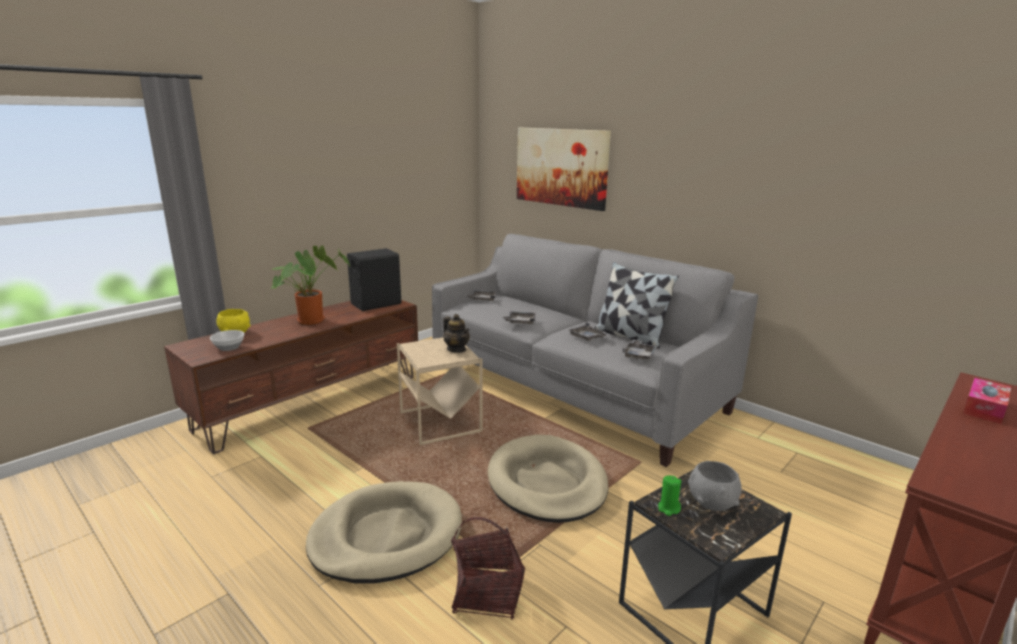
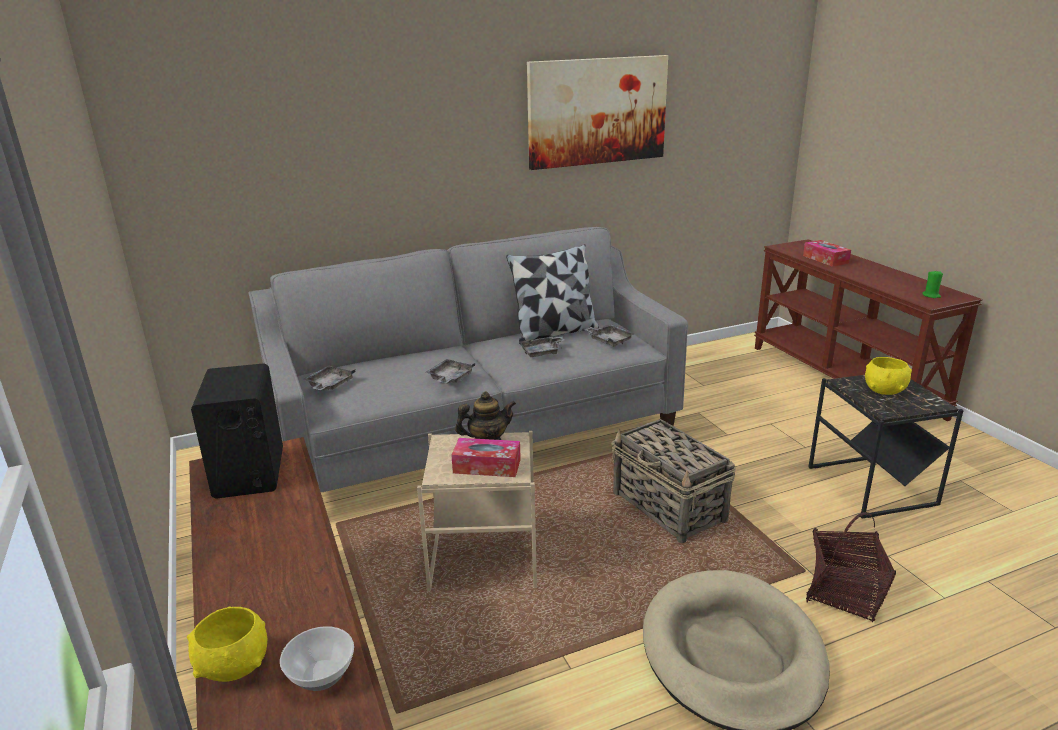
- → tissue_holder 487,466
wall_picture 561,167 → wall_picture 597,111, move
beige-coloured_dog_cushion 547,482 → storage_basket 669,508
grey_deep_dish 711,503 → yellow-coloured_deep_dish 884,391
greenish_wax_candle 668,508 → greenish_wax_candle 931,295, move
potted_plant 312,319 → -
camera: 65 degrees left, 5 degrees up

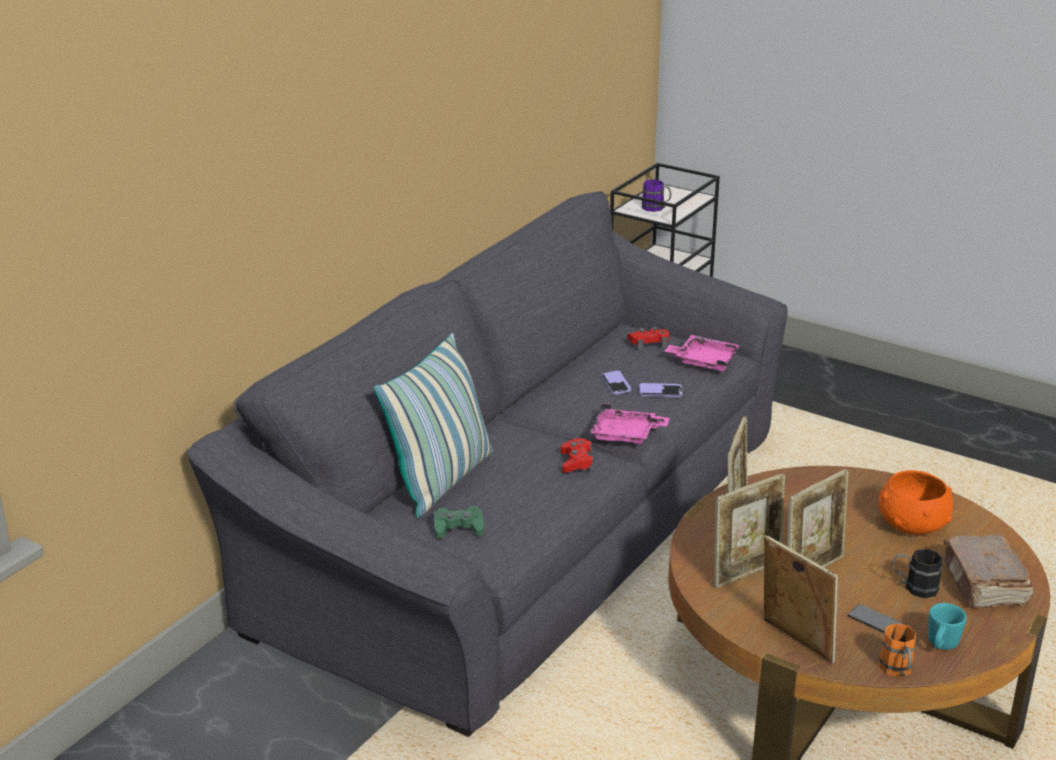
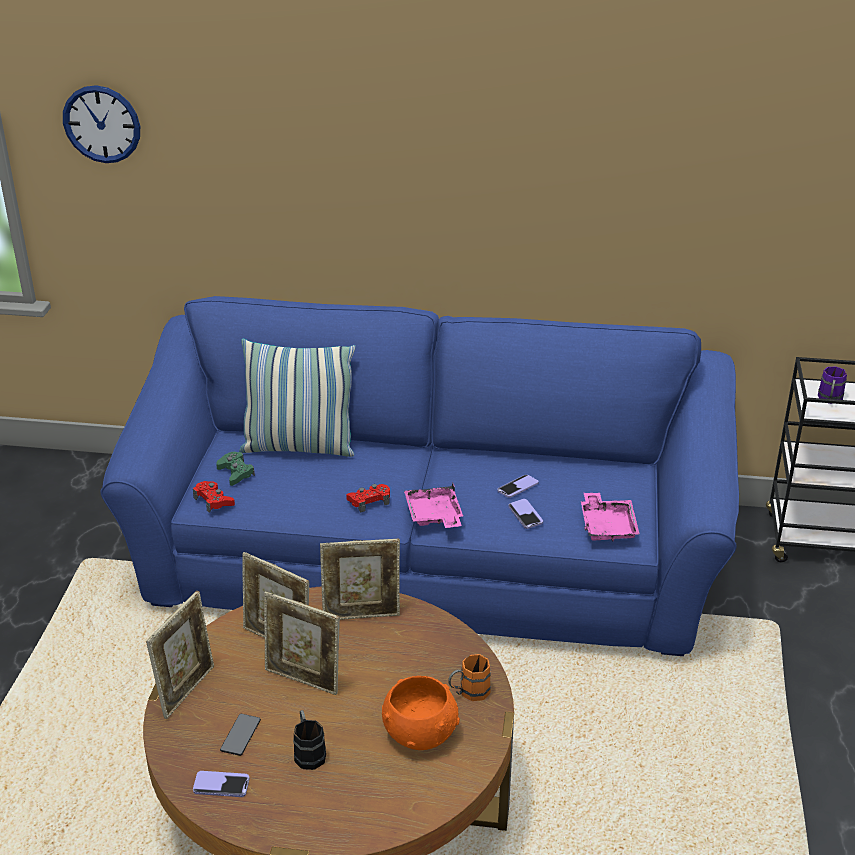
- → wall_clock 102,124
grey_sofa 526,531 → blue_sofa 428,556
red_joypad 648,343 → red_joypad 213,501, move
blue-green_tea_mug 941,646 → telephone 221,785
orange_tea_mug 898,671 → orange_tea_mug 468,693, move
brown_bound_book 983,585 → -
camera: 65 degrees right, 5 degrees up

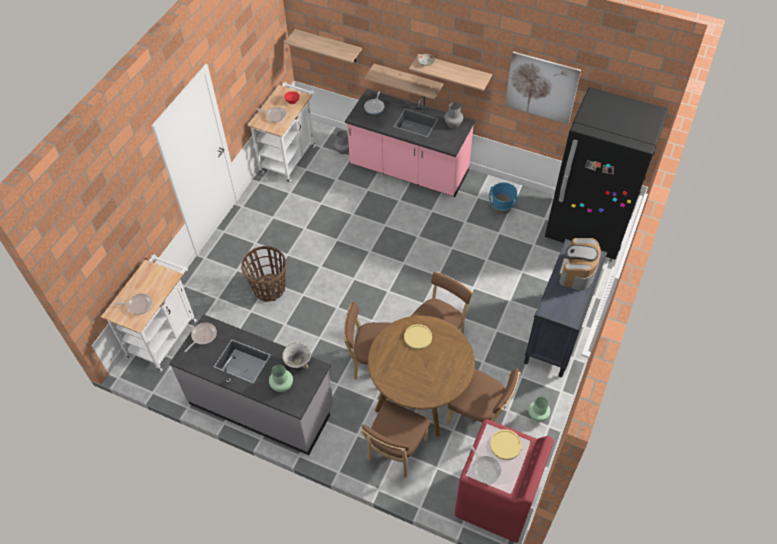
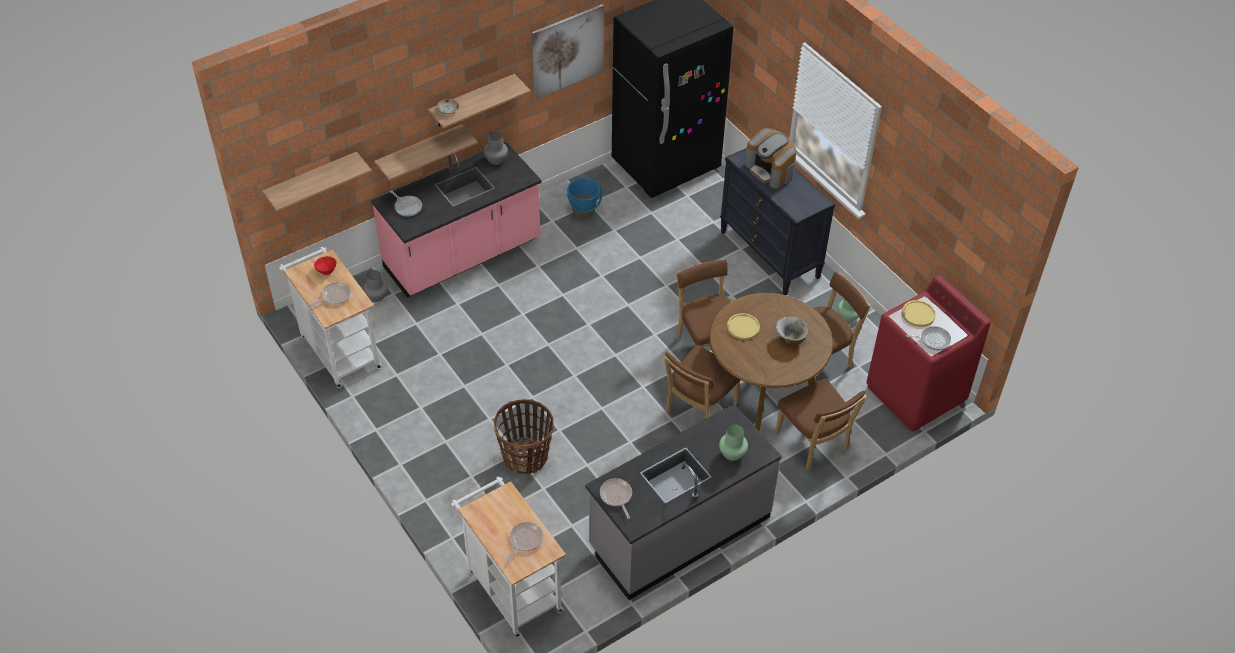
deep_dish 298,362 → deep_dish 790,338, move
camera: 60 degrees left, 5 degrees down

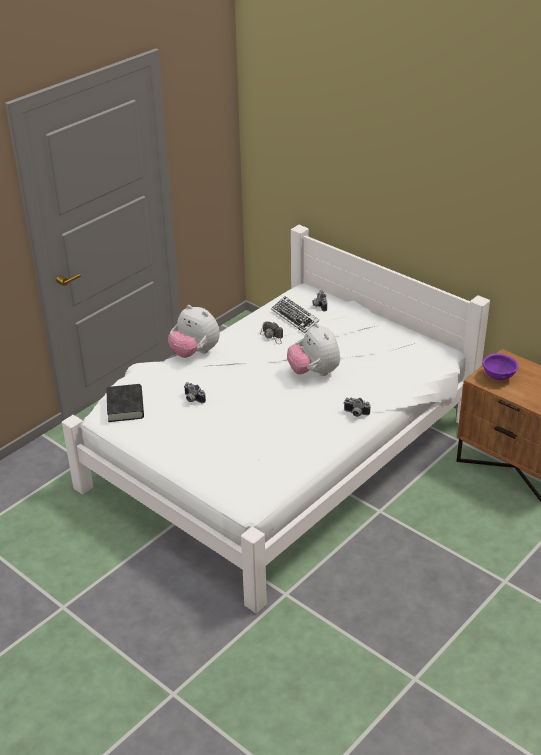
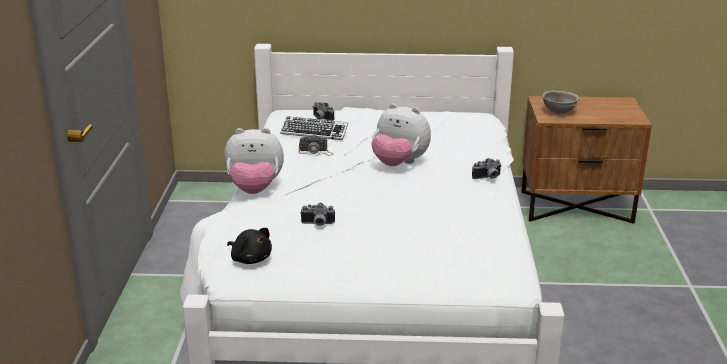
black-coloured_bound_book 125,406 → black-coloured_plush_toy 250,259
purple_deep_dish 499,377 → grey_deep_dish 559,112
camera: 40 degrees left, 10 degrees down

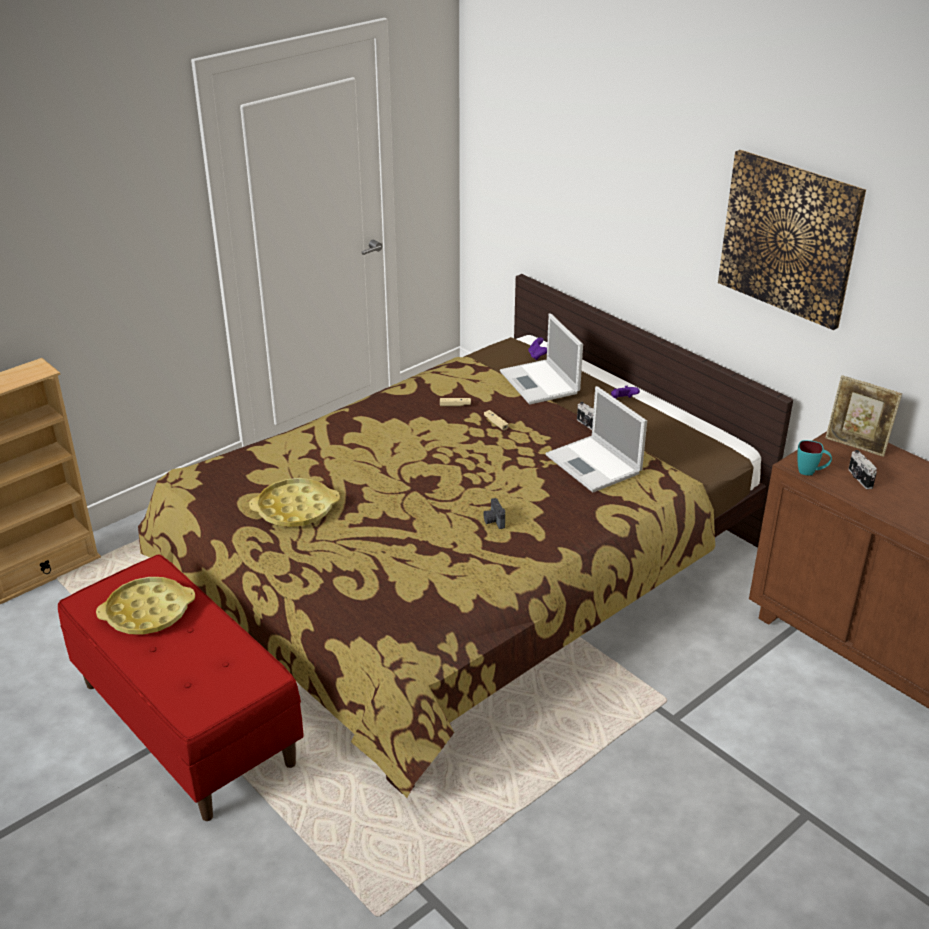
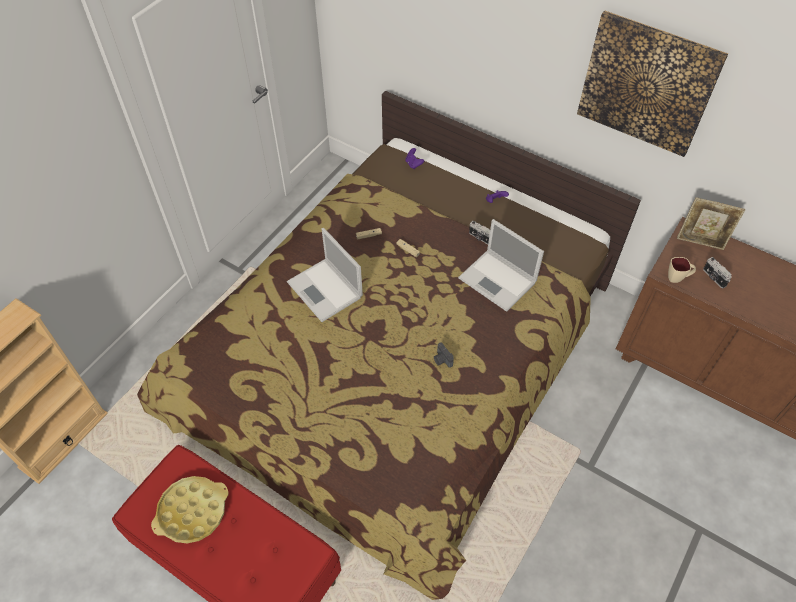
portable_computer 540,383 → portable_computer 325,290, move
blue-green_tea_mug 811,472 → beige-coloured_tea_mug 677,278
yellow-coloured_tray 295,509 → -
camera: 15 degrees left, 20 degrees up

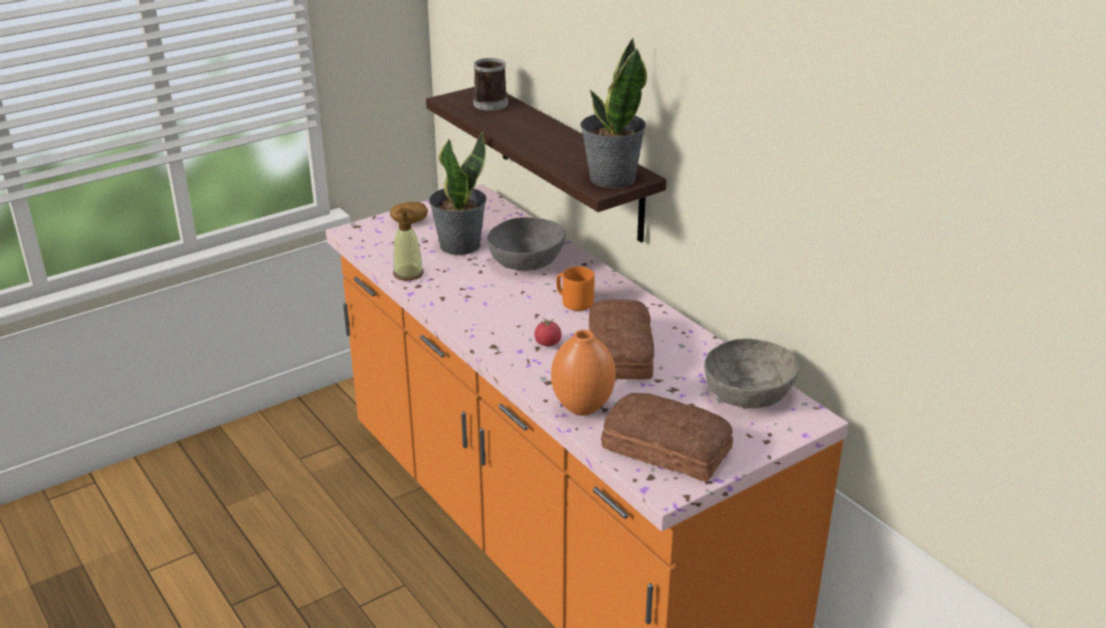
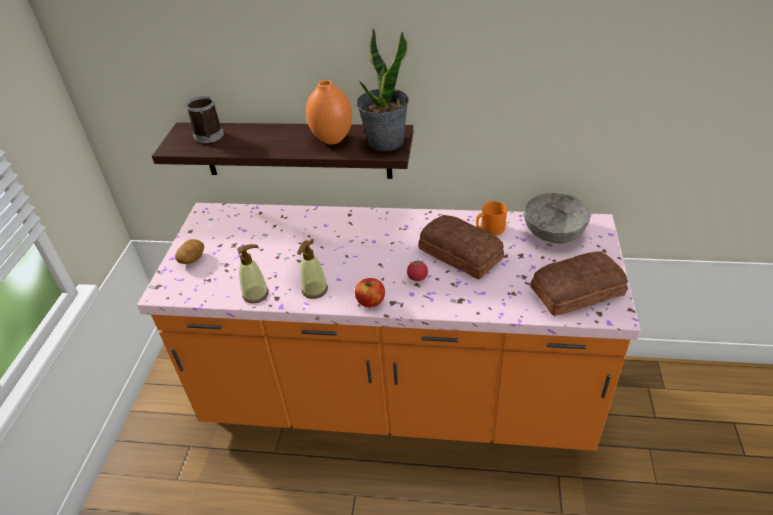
- → liquid_soap_bottle 314,290
orange_flower_vase 583,408 → orange_flower_vase 333,139, move
- → apple 370,301
orange_tea_mug 574,302 → orange_tea_mug 489,229, move
potted_plant 459,245 → -
grey_deep_dish 526,262 → -
camera: 45 degrees left, 10 degrees up

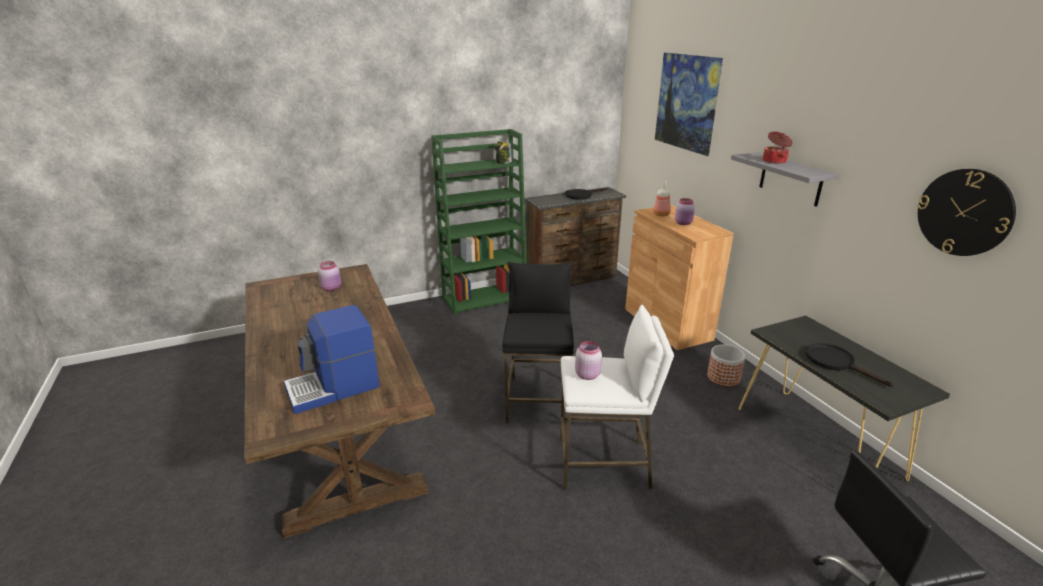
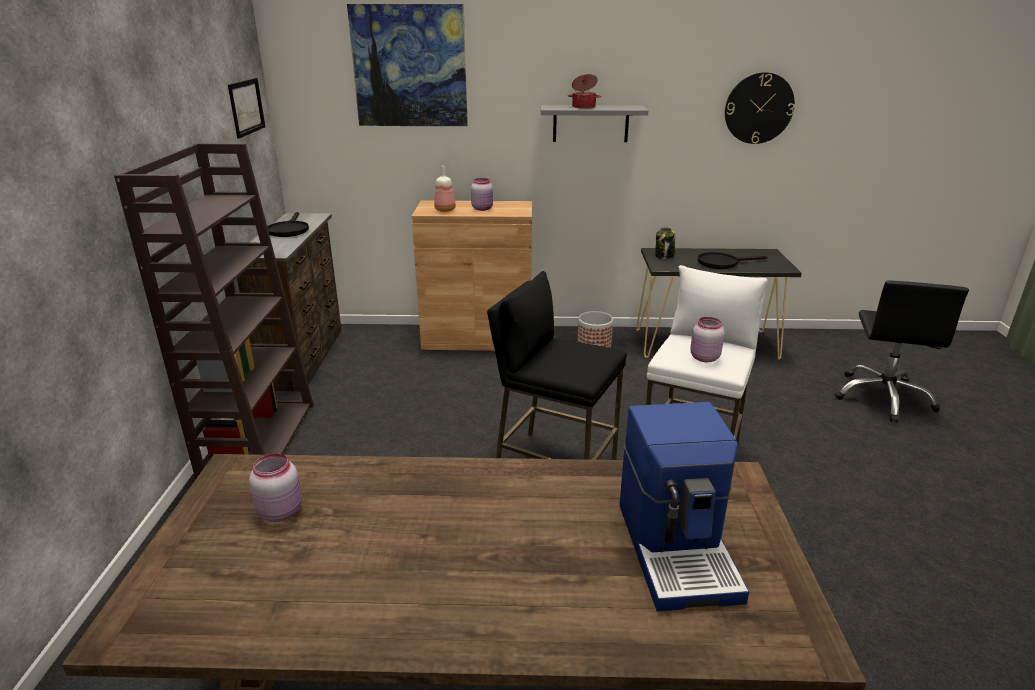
greenish_bookshelf 485,298 → brown_bookshelf 258,438
- → wall_picture 246,107
storage_jar 503,163 → storage_jar 664,256, move
camera: 65 degrees left, 0 degrees up

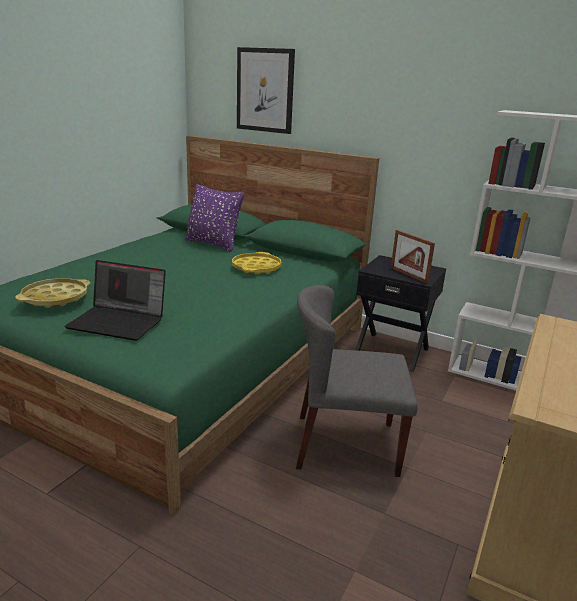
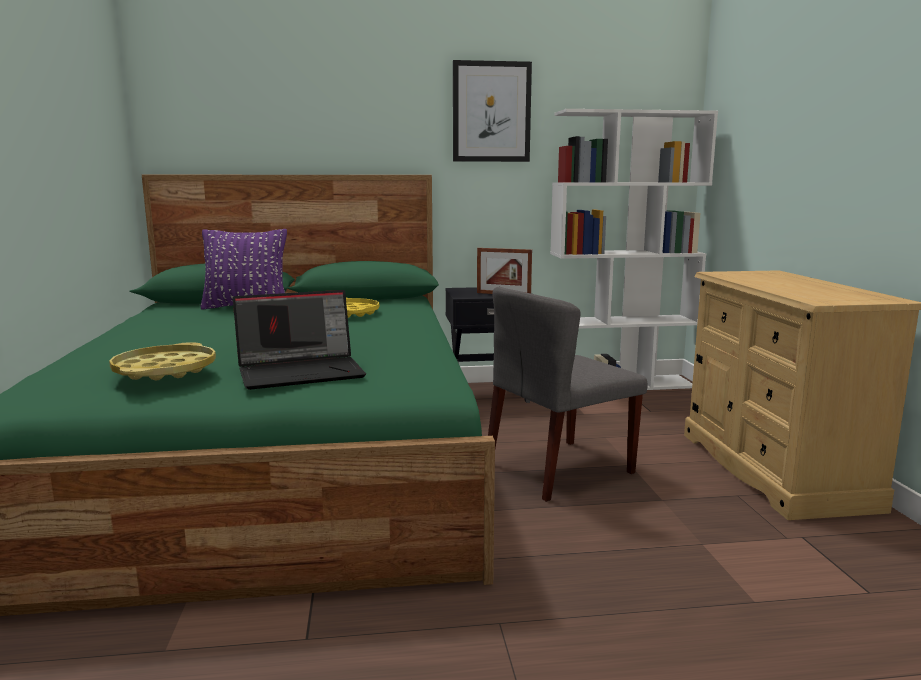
wall_picture 265,90 → wall_picture 491,112, move
camera: 35 degrees left, 10 degrees down

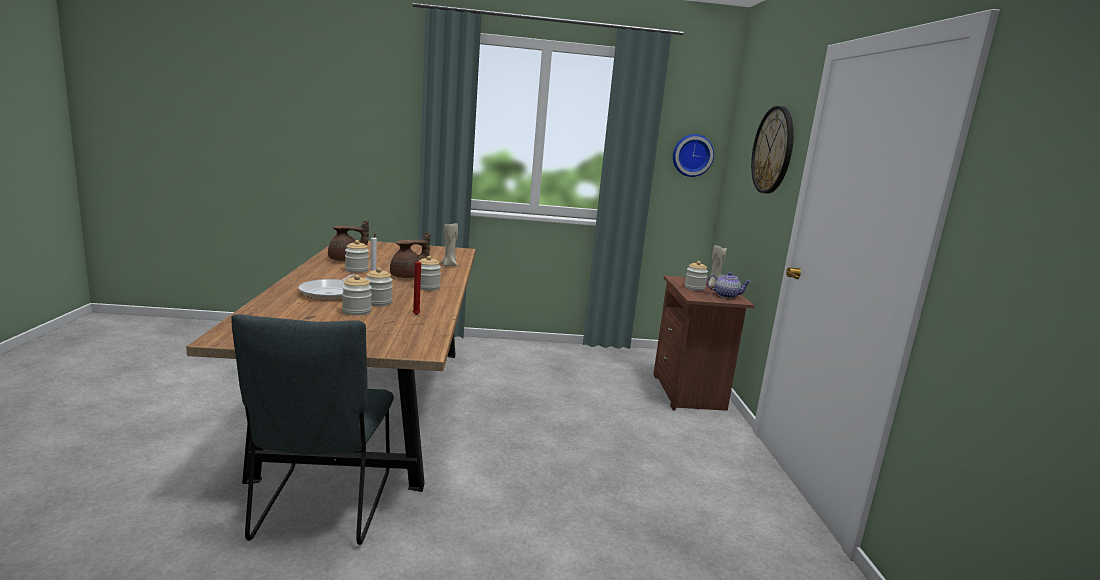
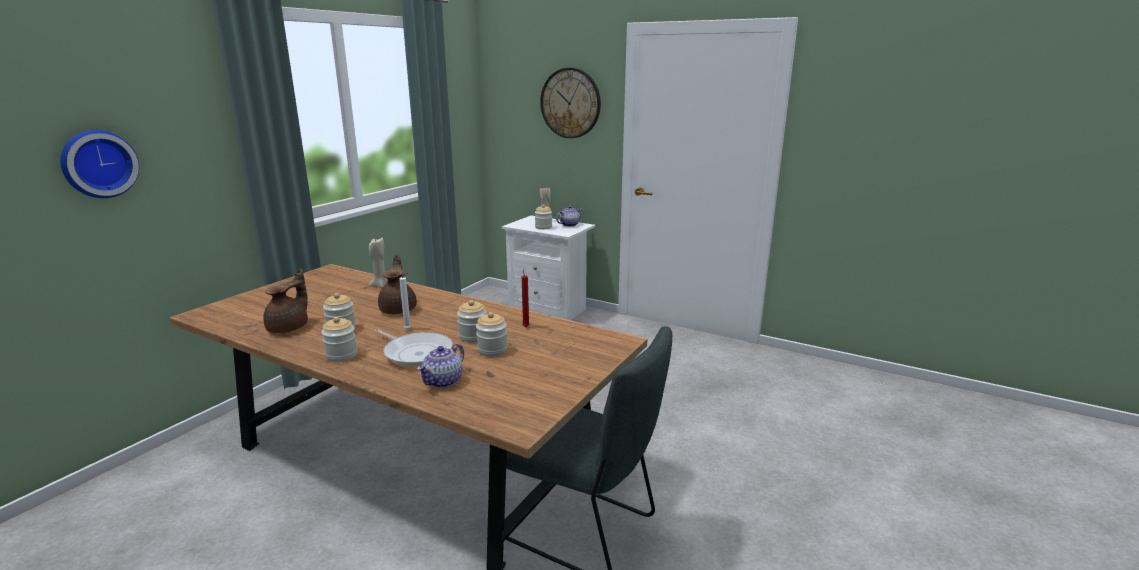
wall_clock 692,155 → wall_clock 98,163, move
storage_jar 427,287 → storage_jar 341,355, move
- → pot_for_tea 444,381
brown_night_table 690,393 → whitish_night_table 550,311
camera: 55 degrees left, 5 degrees up

